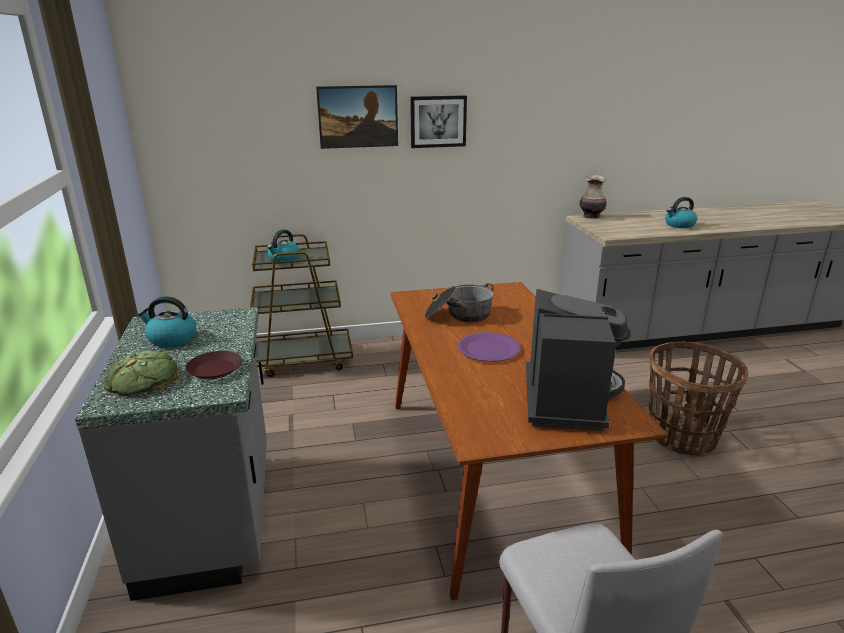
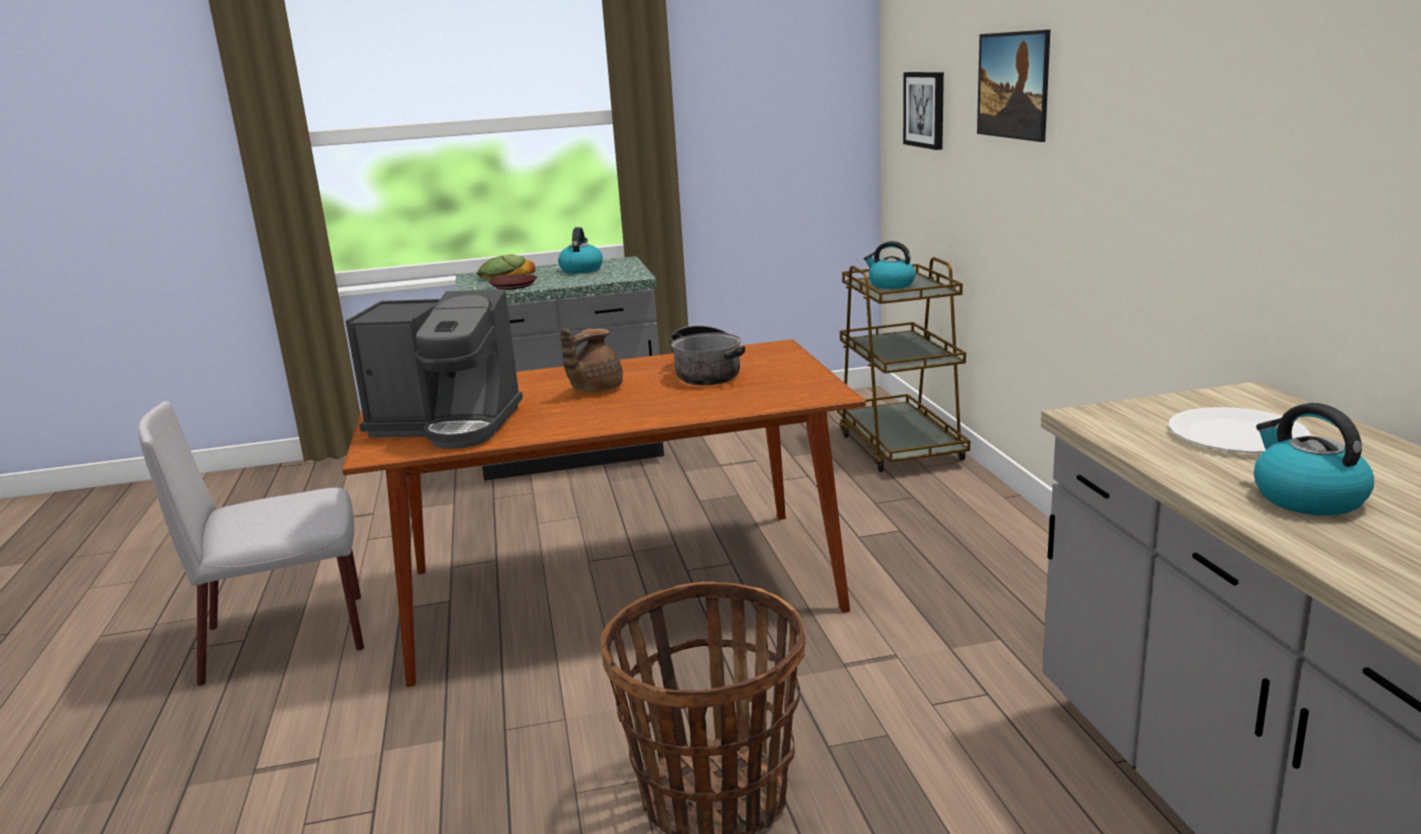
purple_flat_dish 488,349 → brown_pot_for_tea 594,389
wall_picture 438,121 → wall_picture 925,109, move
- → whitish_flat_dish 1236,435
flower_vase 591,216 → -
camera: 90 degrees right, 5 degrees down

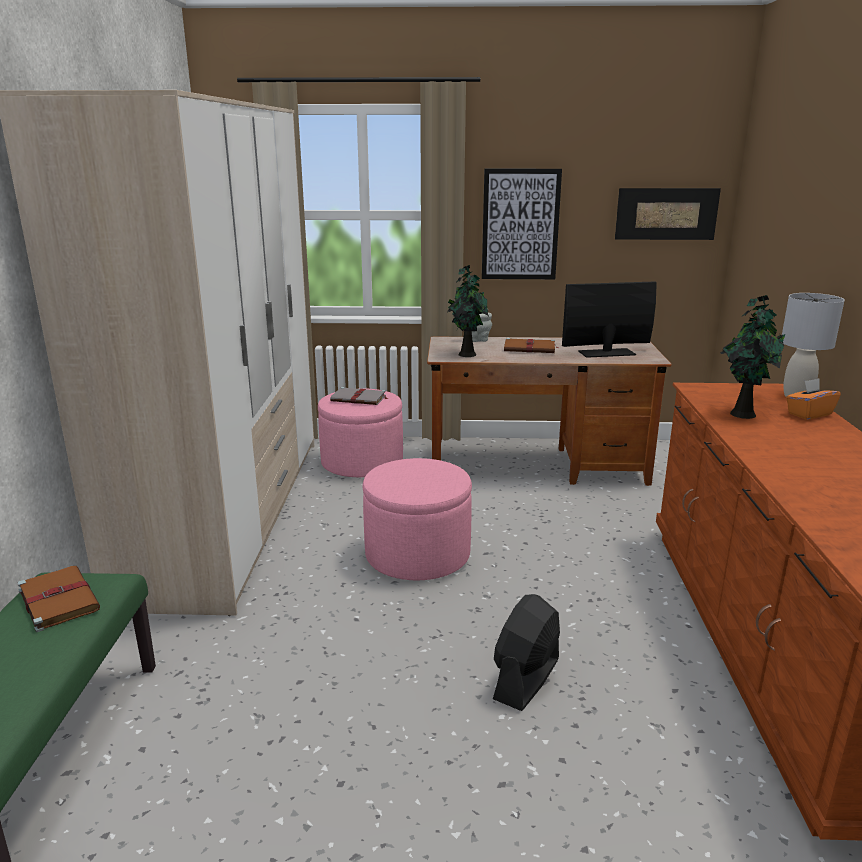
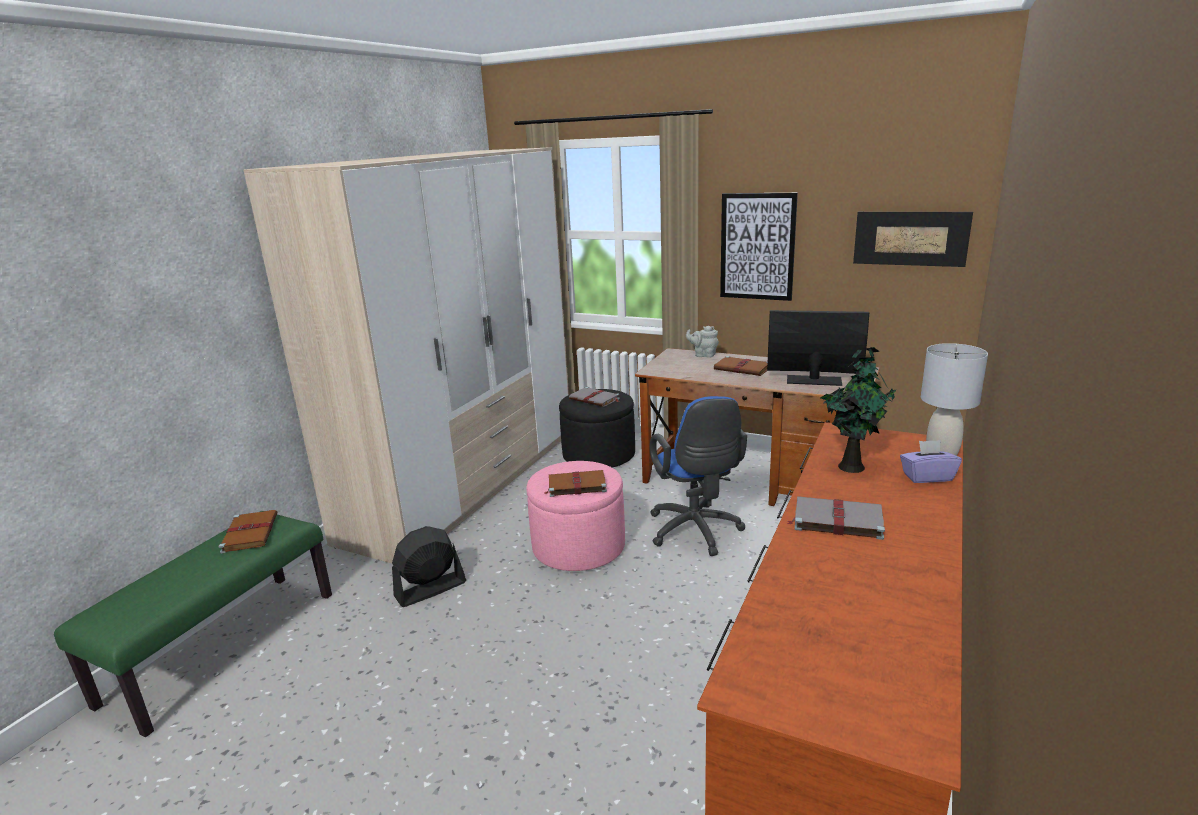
black-coloured_fan 526,679 → black-coloured_fan 430,589, move
- → brown_bound_book 575,485
pinkish_footrest 362,462 → black-coloured_footrest 599,455
- → blue_office_chair 696,532
- → grey_bound_book 836,520
orange_tissue_holder 809,414 → purple_tissue_holder 927,477
potted_plant 466,354 → -
camera: 25 degrees right, 0 degrees up

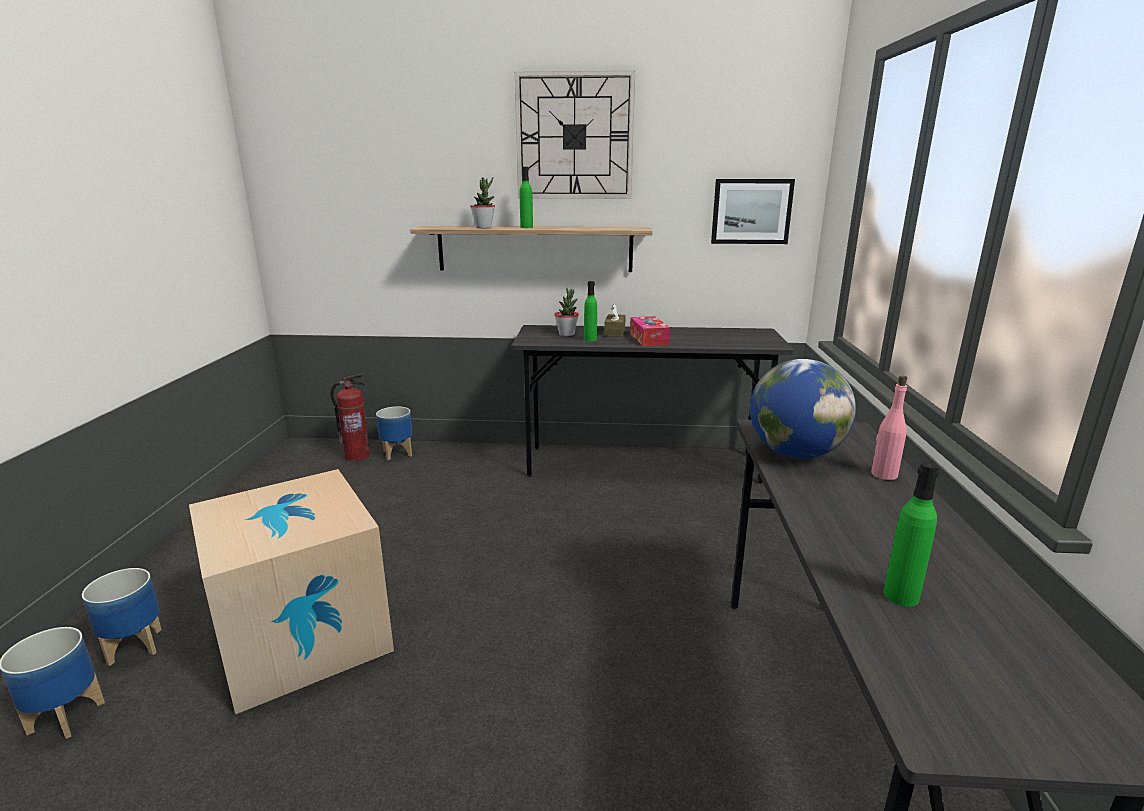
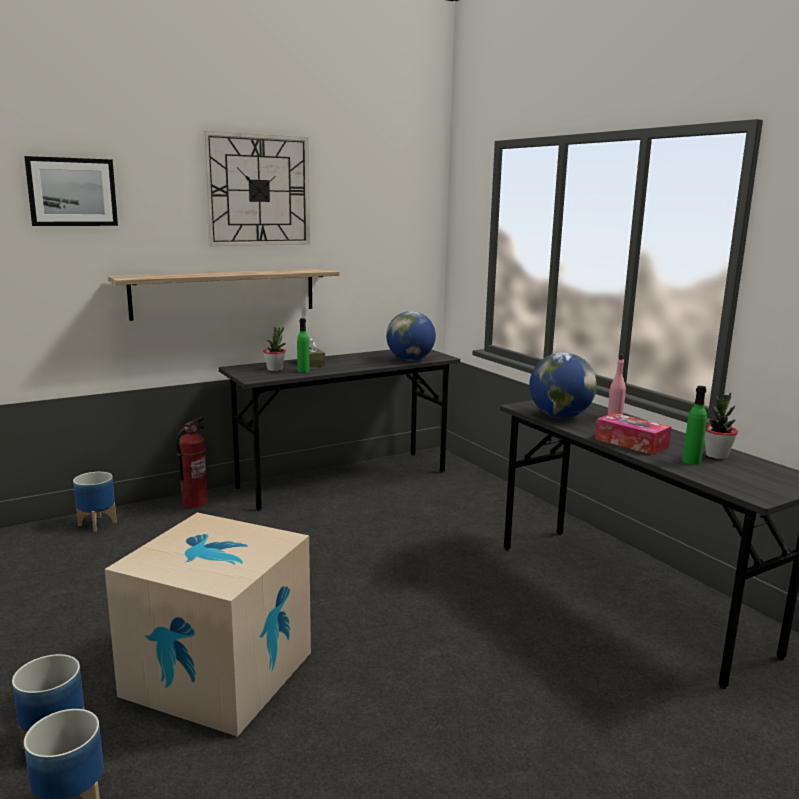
wall_picture 751,211 → wall_picture 72,192, move
fire_extinguisher 357,456 → fire_extinguisher 195,503, move
- → globe 410,360
tissue_holder 648,339 → tissue_holder 631,443, move
potted_plant 483,227 → potted_plant 716,455, move
greenish_drink_bottle 526,227 → -
camera: 35 degrees left, 5 degrees down

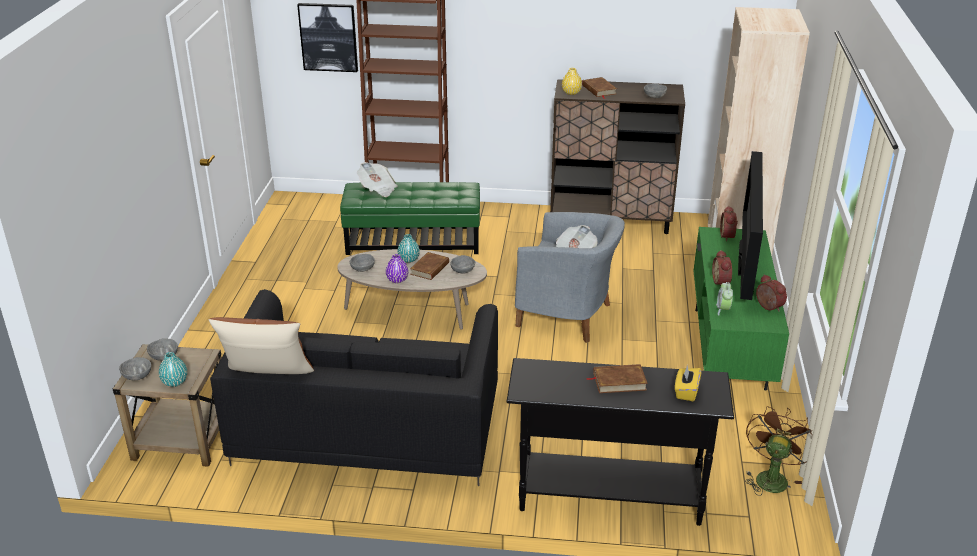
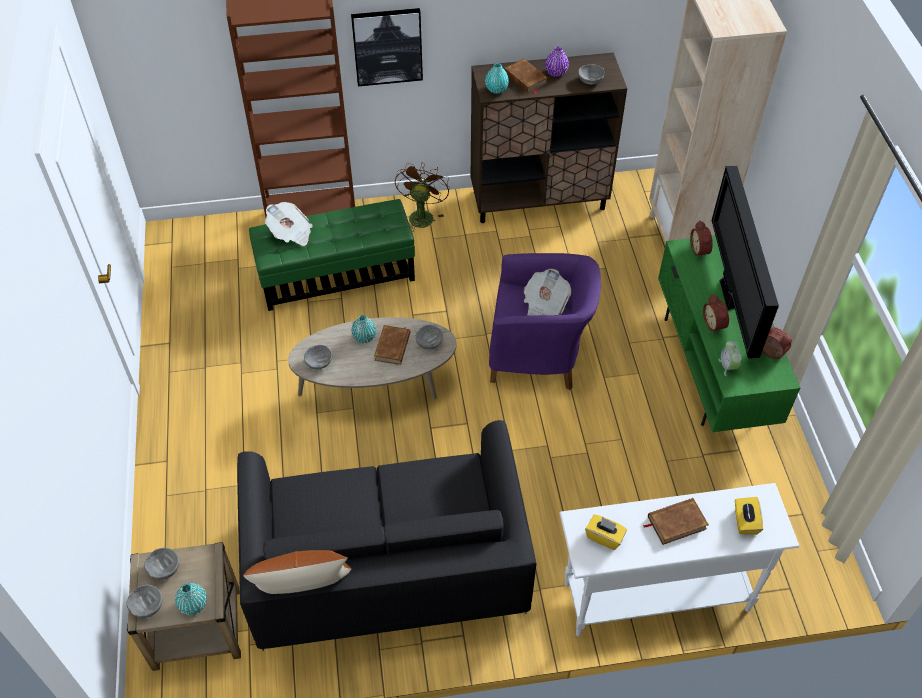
wall_picture 328,37 → wall_picture 387,46, move
brown_fan 772,477 → brown_fan 421,215, move
yellow-coloured_flower_vase 571,93 → blue-green_flower_vase 496,89
grey_lounge_chair 568,316 → purple_lounge_chair 539,355
purple_flower_vase 397,280 → purple_flower_vase 556,73, move
black-coloured_console_table 609,497 → whitish_console_table 655,596
- → yellow-coloured_tissue_holder 604,537
camera: 15 degrees left, 20 degrees up

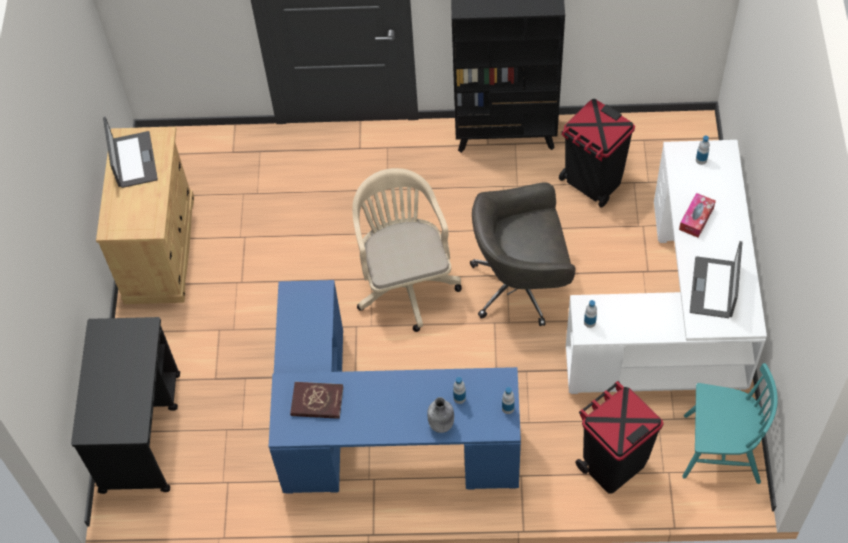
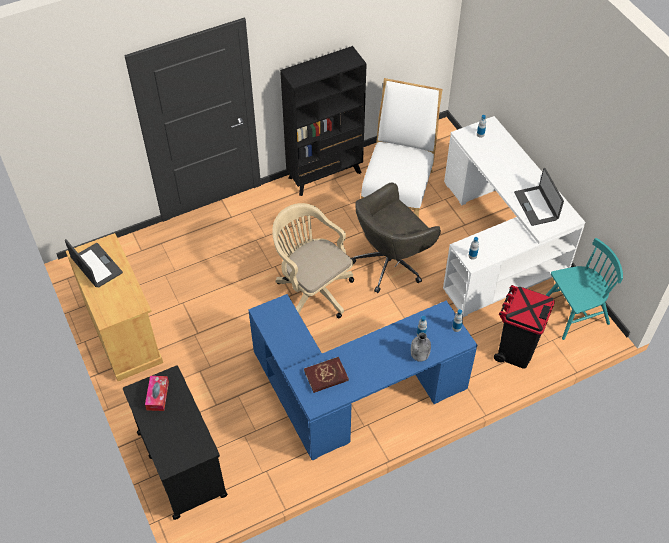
tissue_holder 696,219 → tissue_holder 157,396, move
black-coloured_waste_bin 592,183 → whitish_upright_chair 398,184
camera: 30 degrees left, 5 degrees down

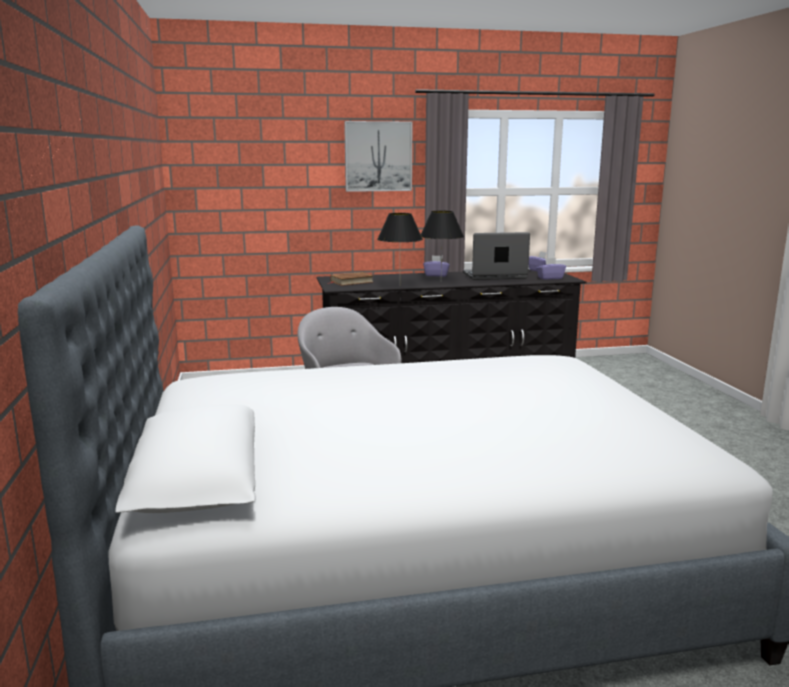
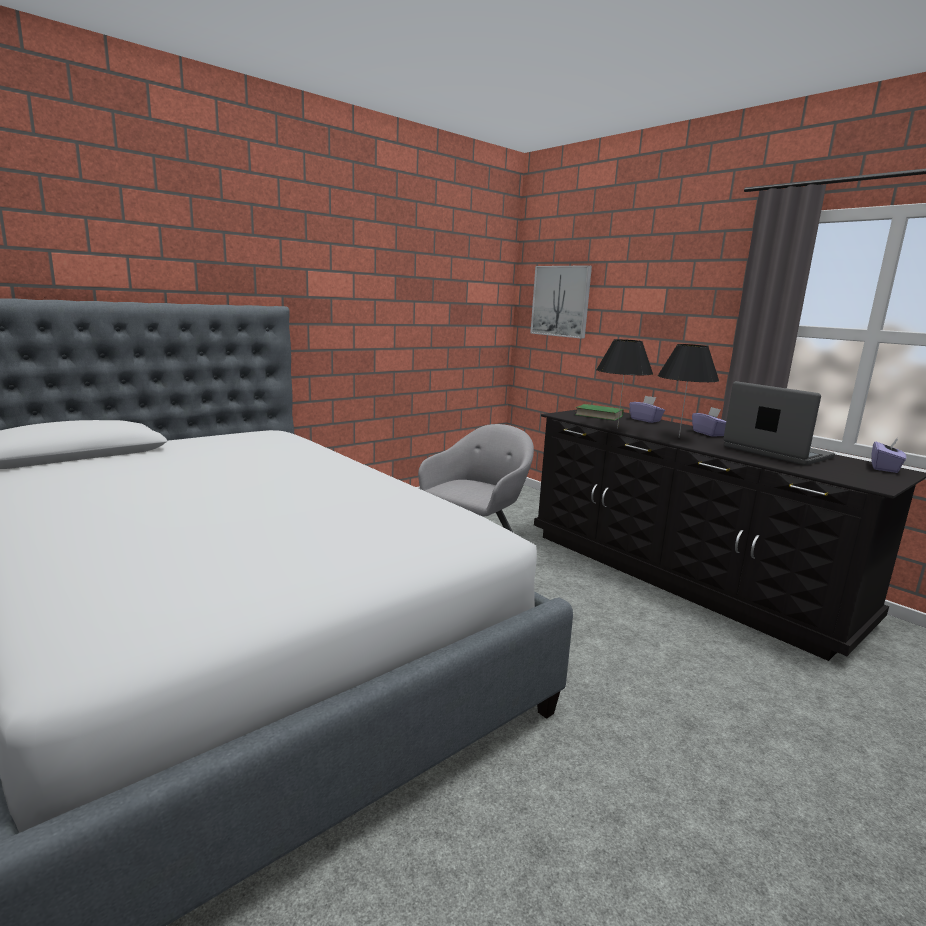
wall_picture 378,156 → wall_picture 561,301, move
brown_bound_book 351,282 → greenish_bound_book 598,415
purple_tissue_holder 550,278 → purple_tissue_holder 645,420, move
camera: 60 degrees right, 0 degrees up

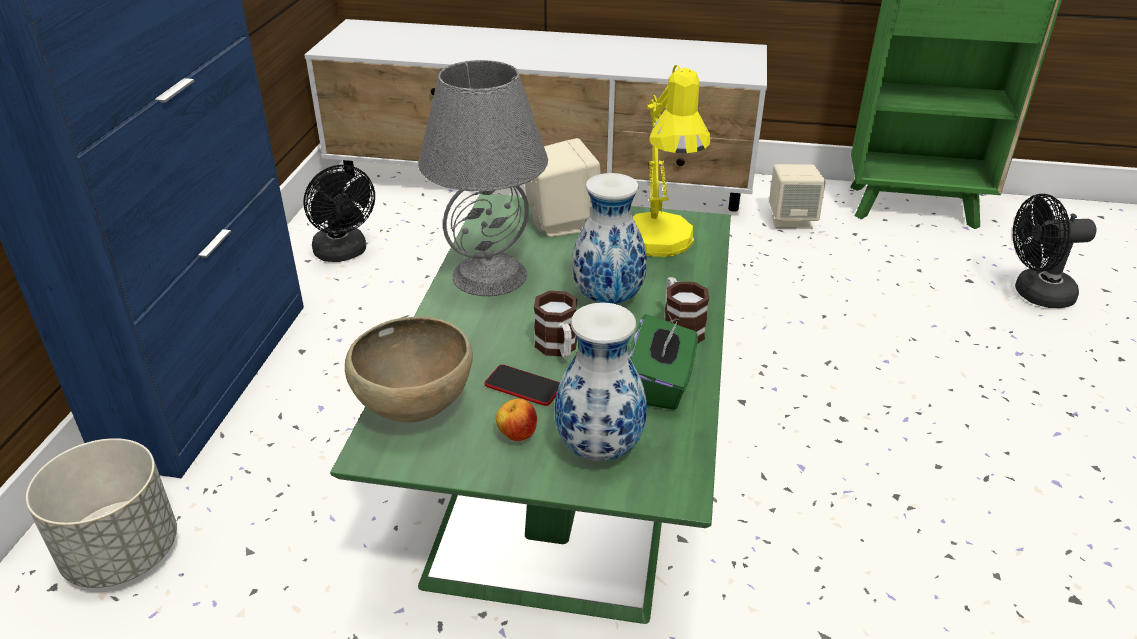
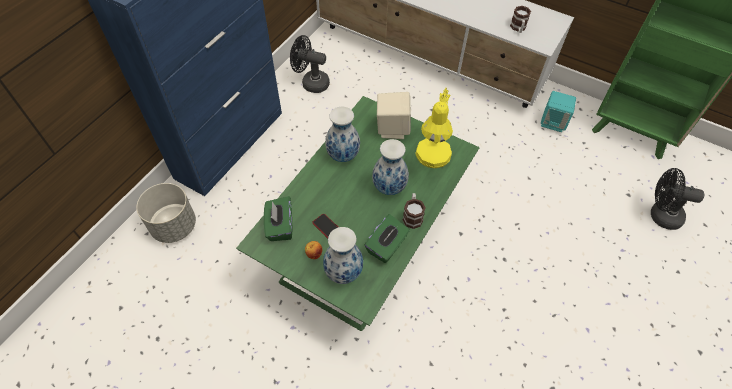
brown_deep_dish 416,409 → greenish_tissue_holder 280,226
black-coloured_fan 344,253 → black-coloured_fan 311,83, 120 degrees clockwise
grey_tabletop_lamp 490,274 → flower_vase 343,155
tea_mug 558,349 → tea_mug 518,28, move
beige-coloured_audio_speaker 791,220 → blue-green_audio_speaker 553,122
camera: 20 degrees right, 20 degrees up

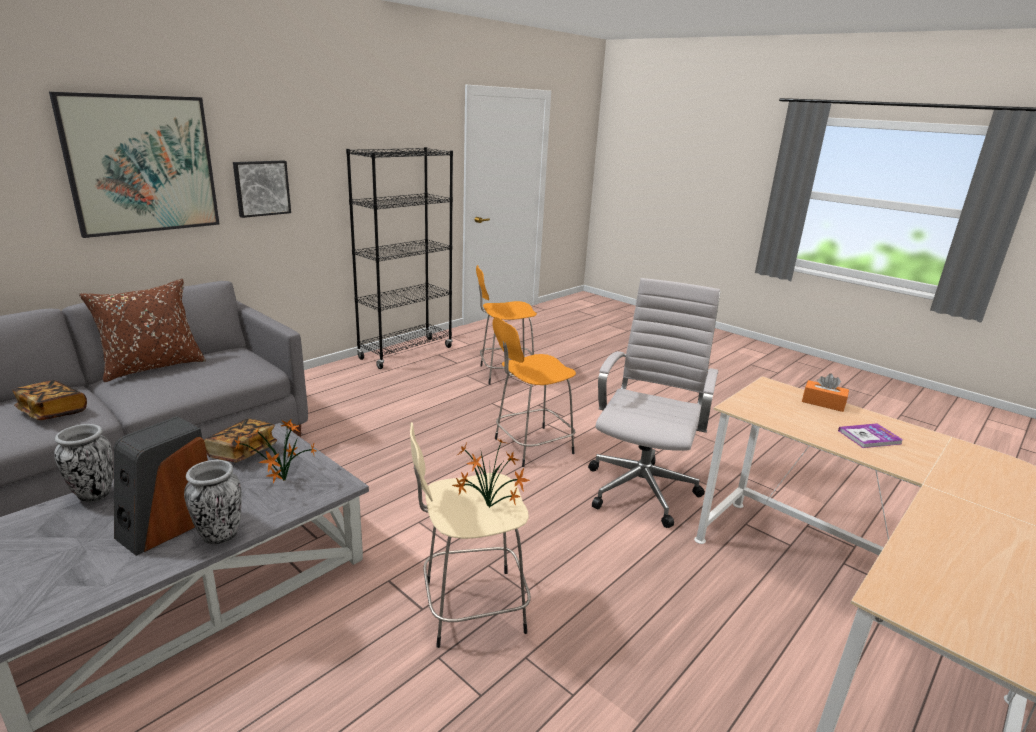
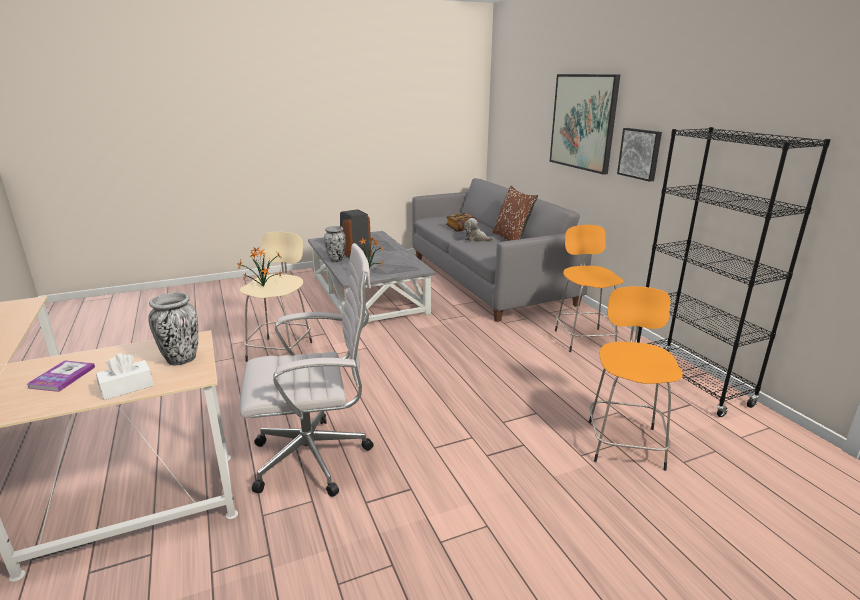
orange_tissue_holder 823,403 → whitish_tissue_holder 127,387
flower_vase 94,495 → flower_vase 181,359, move
whitish_office_chair 642,488 → whitish_office_chair 316,457, 60 degrees counterclockwise
- → plush_toy 476,239
orange_stool 531,446 → orange_stool 583,338, move
bound_book 242,452 → -
camera: 115 degrees right, 0 degrees up

